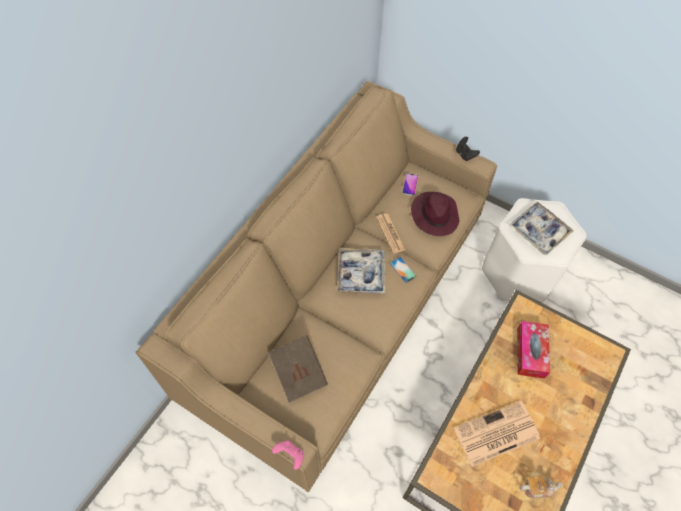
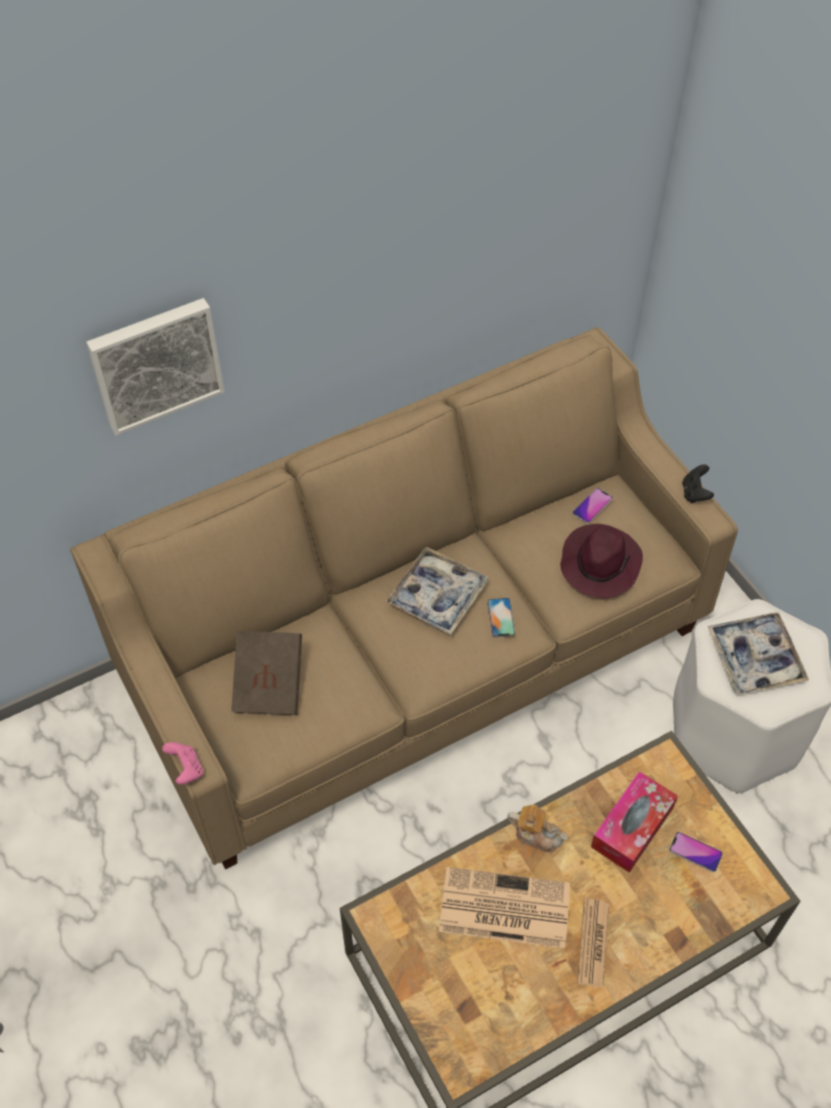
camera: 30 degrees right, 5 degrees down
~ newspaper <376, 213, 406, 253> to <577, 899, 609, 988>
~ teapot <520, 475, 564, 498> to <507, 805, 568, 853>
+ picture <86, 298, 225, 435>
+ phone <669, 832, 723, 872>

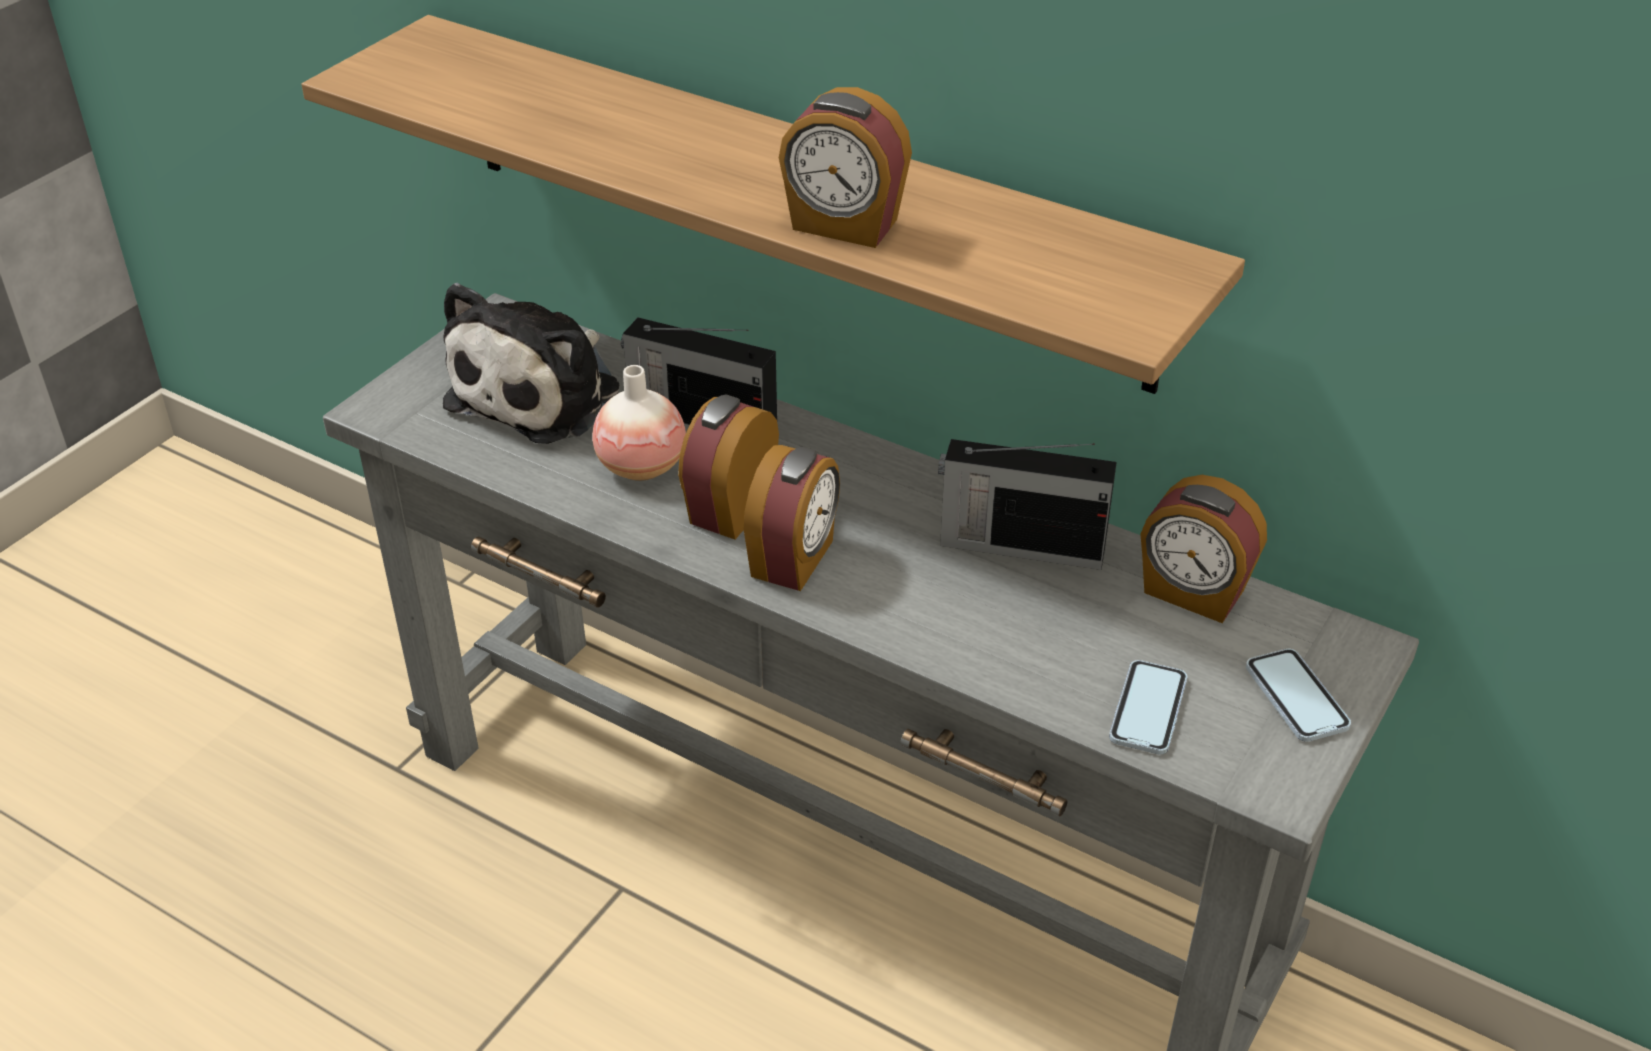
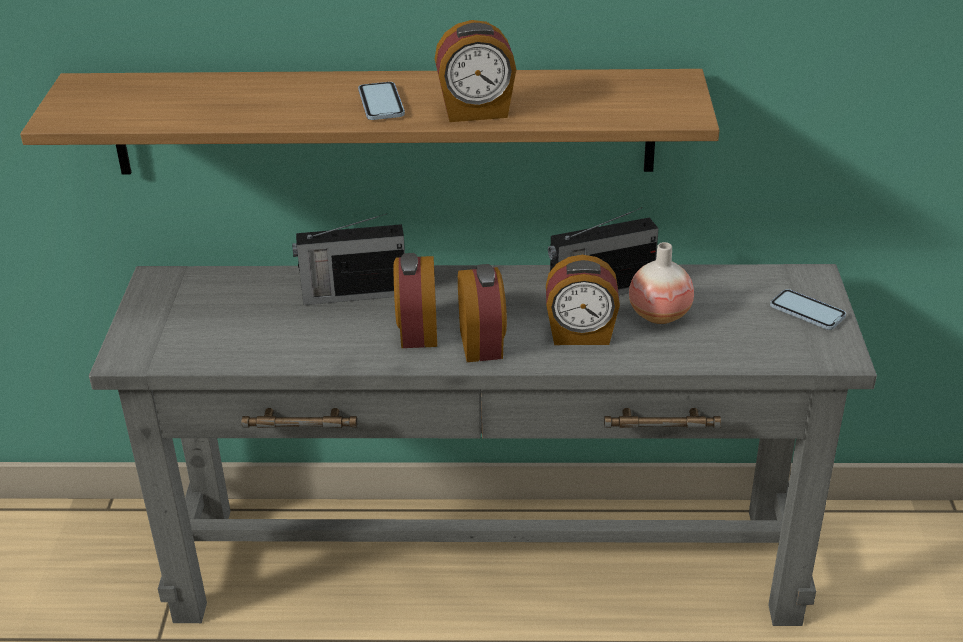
camera: 30 degrees left, 5 degrees down
- plush toy <443, 282, 619, 444>
~ vase <593, 365, 686, 481> to <629, 242, 694, 324>
~ phone <1109, 660, 1187, 754> to <358, 82, 405, 120>
~ alarm clock <1140, 475, 1267, 623> to <546, 255, 620, 345>

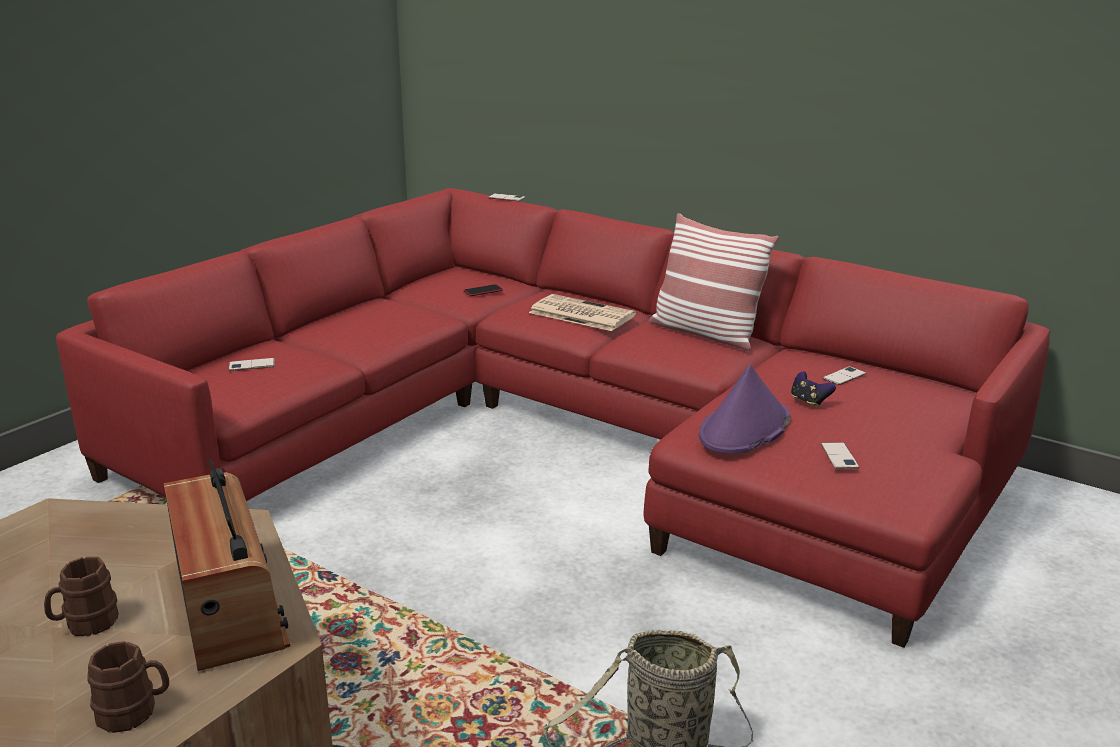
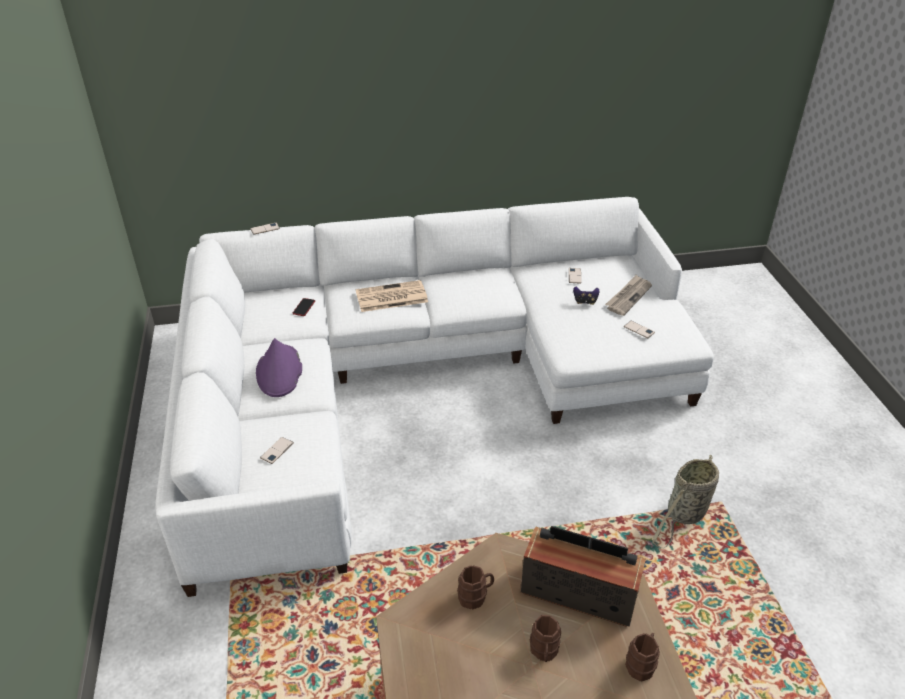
camera: 45 degrees left, 15 degrees up
~ sofa/red <56, 188, 1050, 648> to sofa/white <155, 197, 714, 597>
- pillow <649, 213, 779, 351>
~ hat/purple <699, 365, 790, 454> to <256, 338, 302, 397>
+ mug/brown <457, 565, 494, 609>
+ newspaper <605, 275, 652, 316>

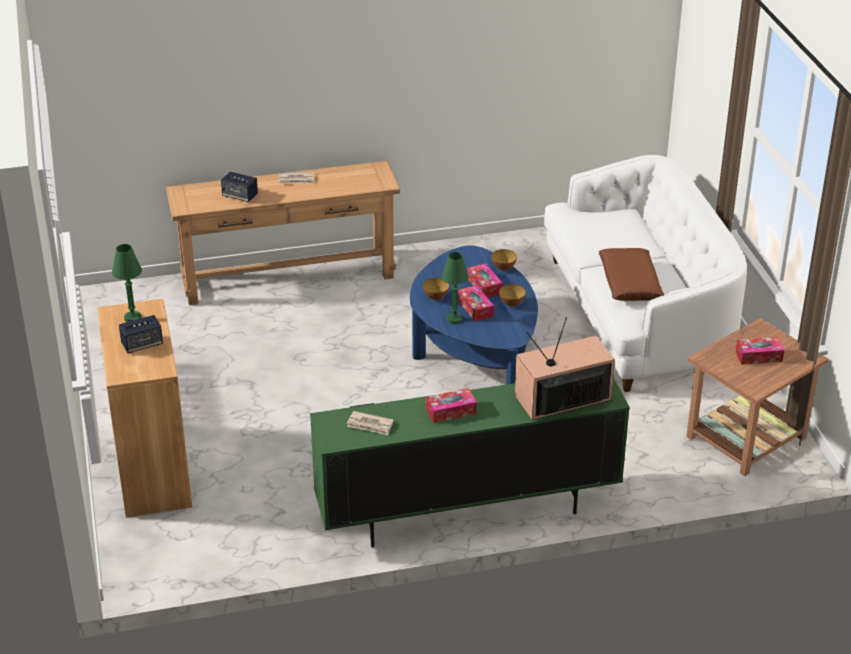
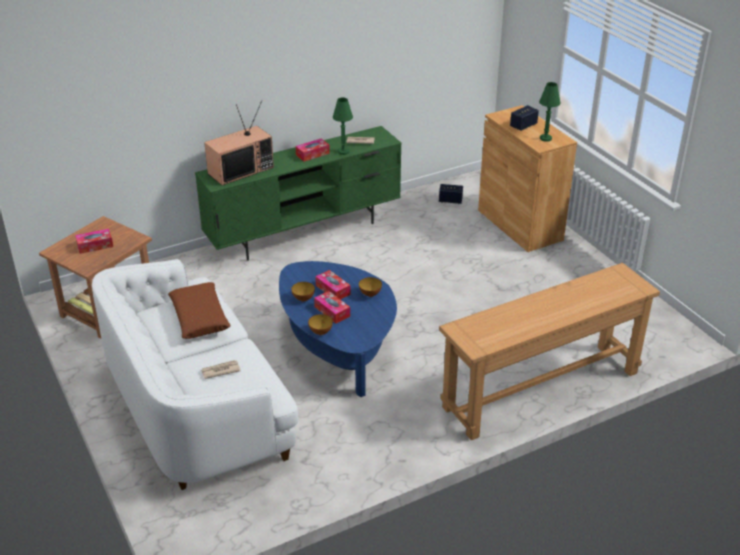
camera: 165 degrees right, 0 degrees up
~ speaker <221, 172, 258, 202> to <439, 184, 463, 204>
~ newspaper <279, 172, 314, 184> to <201, 360, 241, 379>
~ table lamp/green <442, 252, 469, 324> to <333, 97, 353, 155>

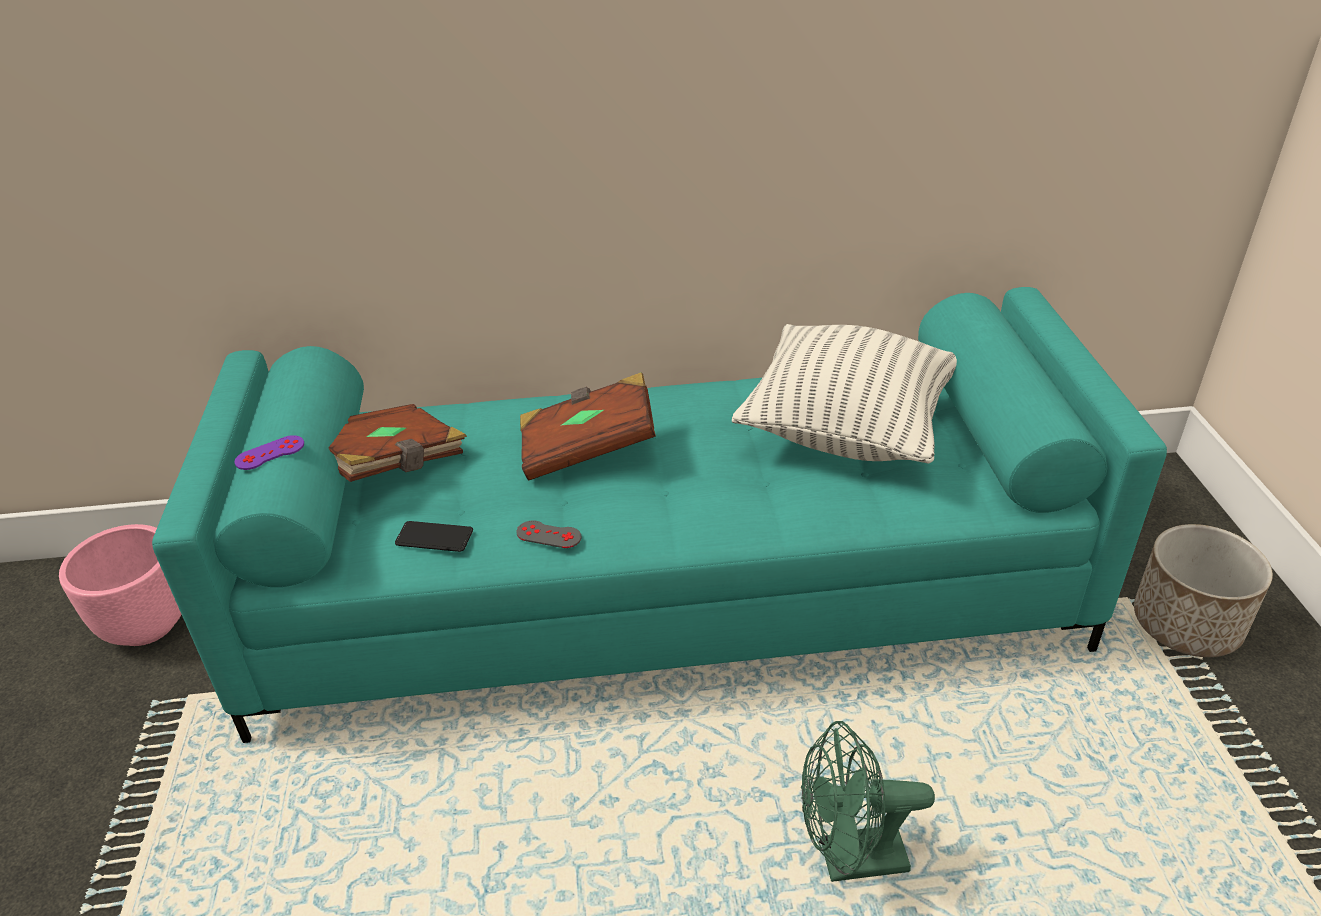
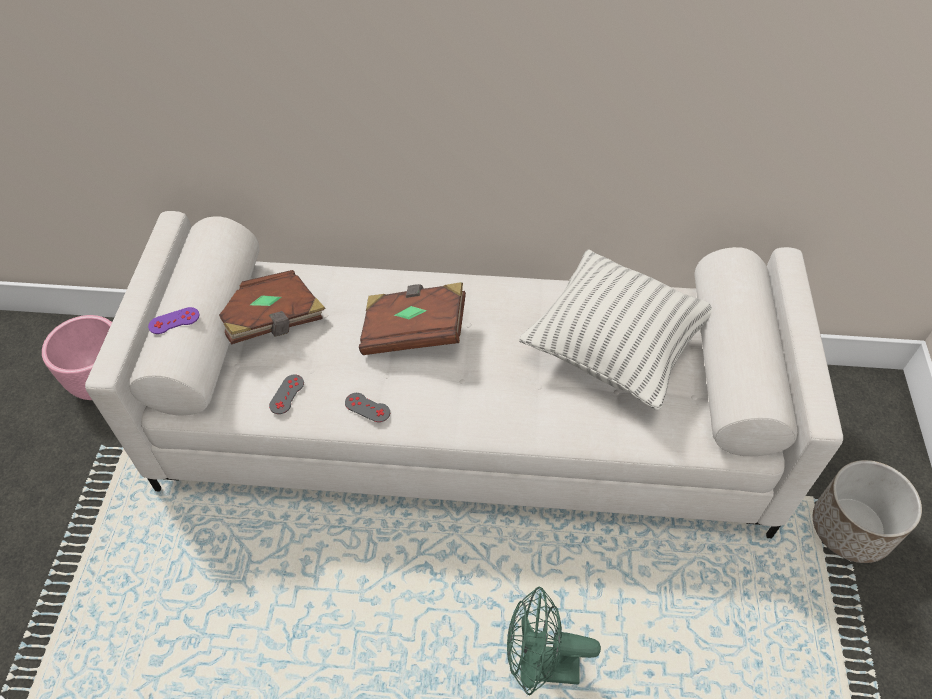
camera: 10 degrees right, 15 degrees up
~ sofa/turquoise <152, 287, 1167, 743> to sofa/white <85, 211, 843, 538>
~ phone <395, 521, 473, 552> to game controller/grey <269, 375, 304, 414>

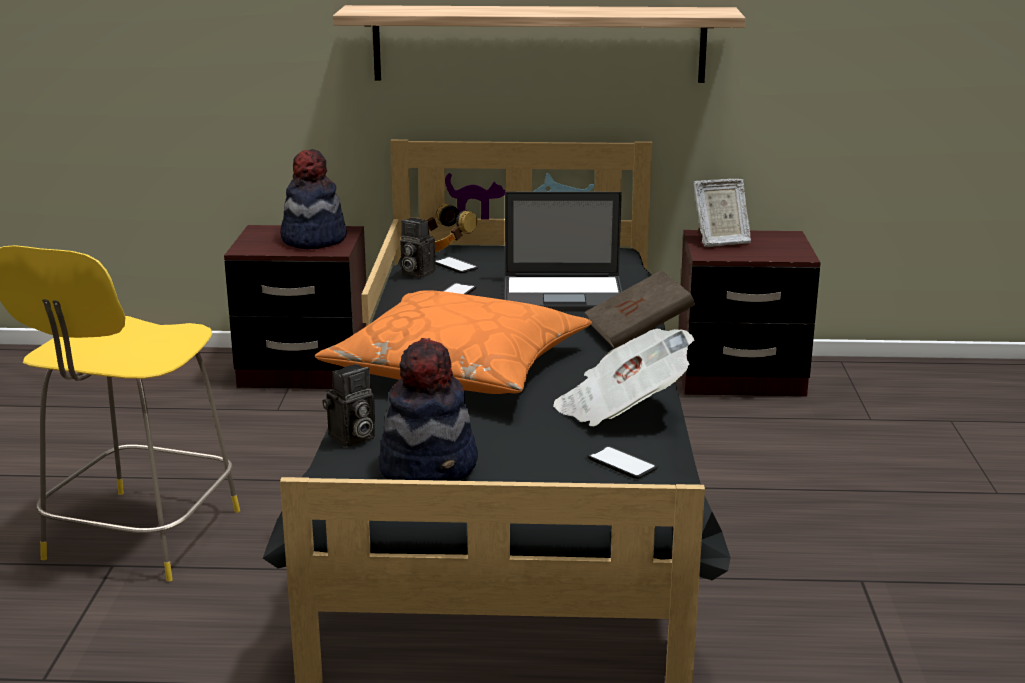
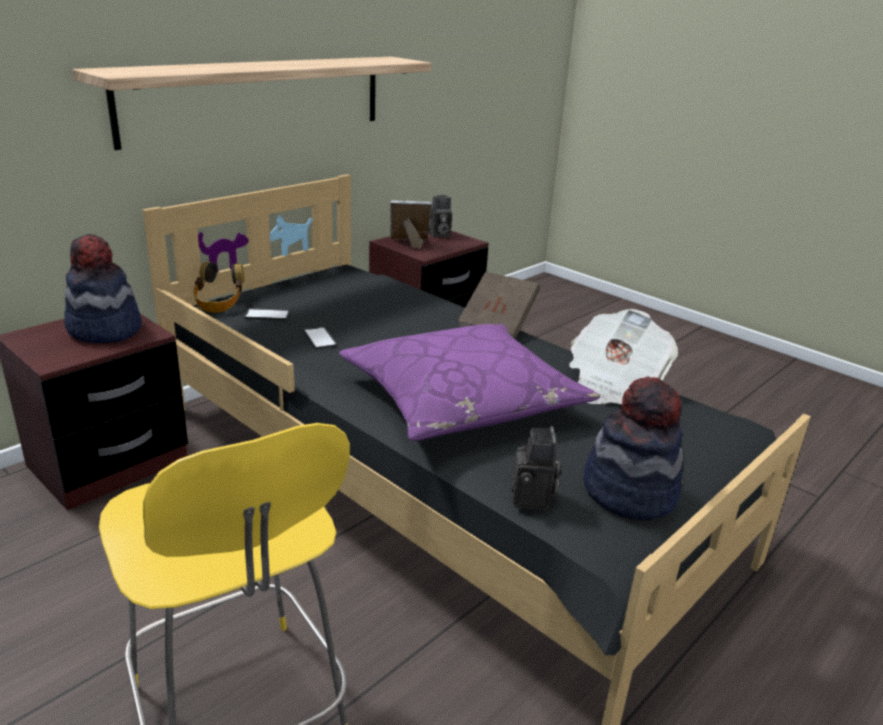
camera: 50 degrees left, 5 degrees up
~ pillow/orange <315, 290, 592, 394> to pillow/purple <339, 324, 600, 441>
~ photo camera <400, 218, 436, 278> to <429, 195, 452, 238>
- laptop <505, 192, 622, 312>
- phone <587, 445, 658, 479>
~ picture frame <693, 179, 751, 247> = <390, 200, 432, 249> 120 degrees counterclockwise

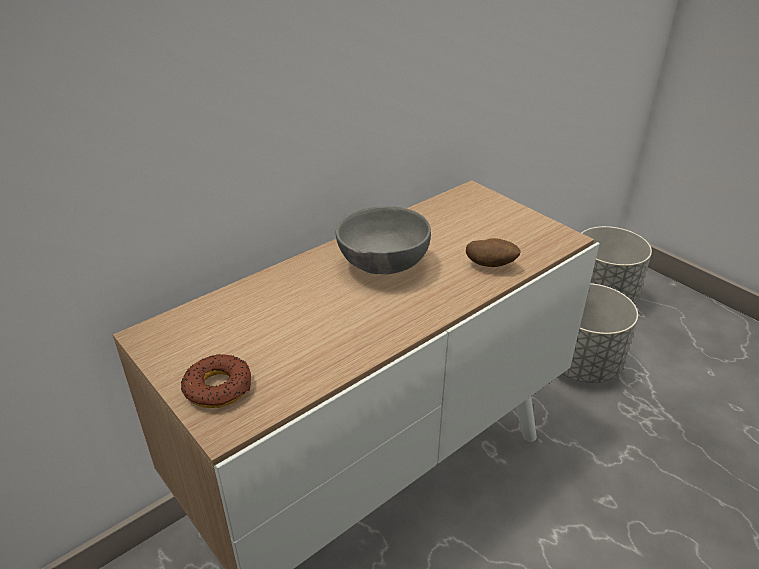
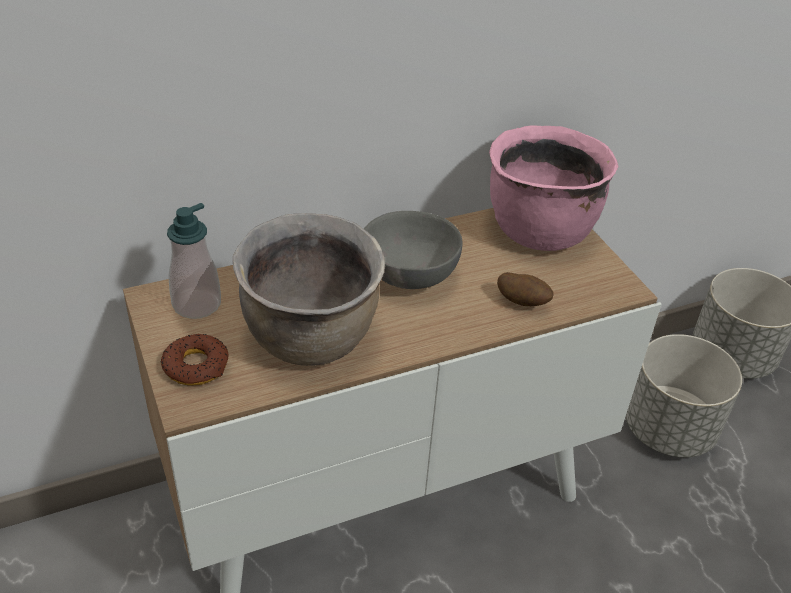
camera: 15 degrees right, 5 degrees up
+ soap dispenser <167, 203, 221, 319>
+ cooking pot/brown <233, 213, 385, 366>
+ cooking pot/pink <489, 125, 619, 251>

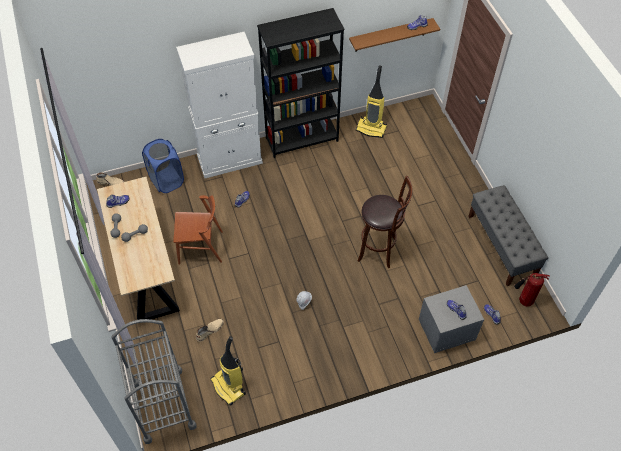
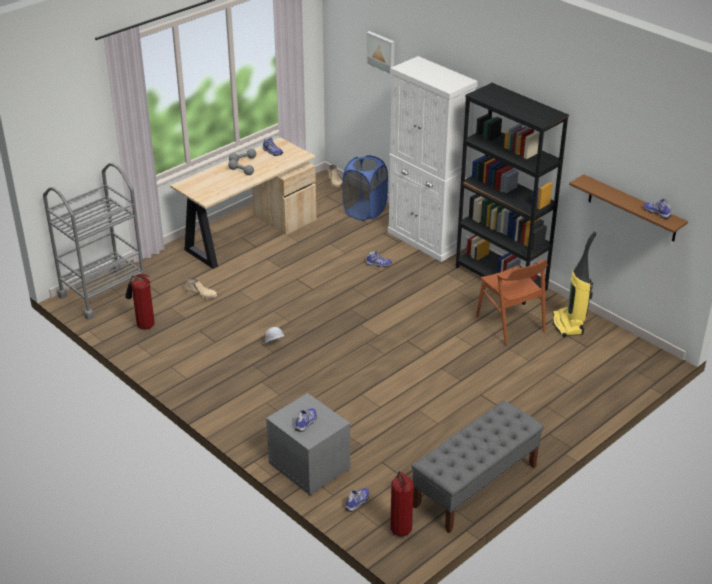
camera: 65 degrees right, 20 degrees down
~ chair/brown <173, 195, 223, 265> to <476, 259, 548, 346>
~ vacuum cleaner <211, 336, 246, 406> to fire extinguisher <125, 274, 155, 330>
- stool/brown <358, 176, 413, 269>
+ picture <366, 31, 395, 76>

